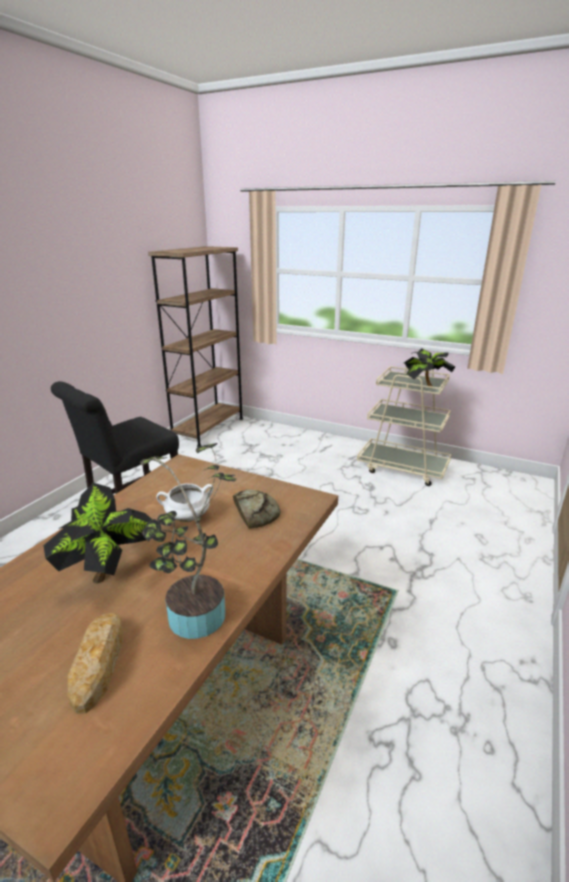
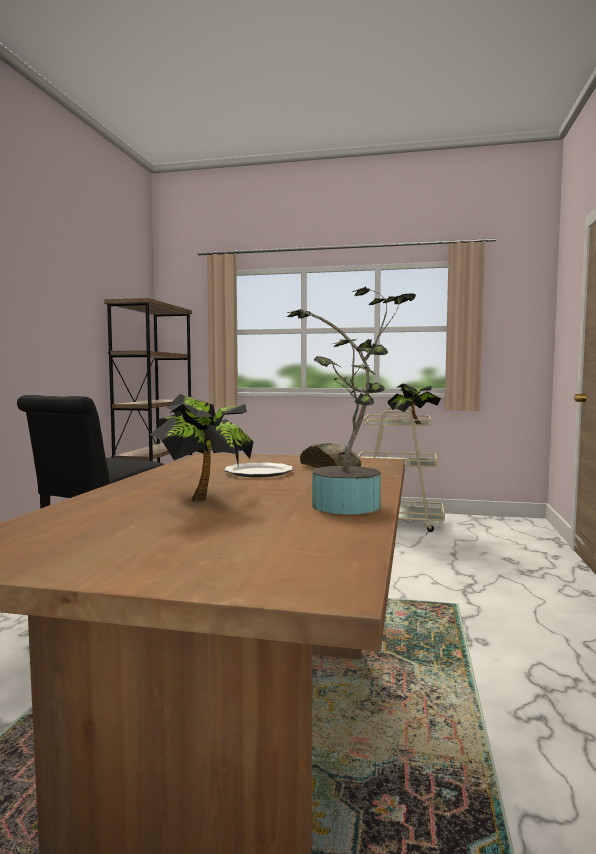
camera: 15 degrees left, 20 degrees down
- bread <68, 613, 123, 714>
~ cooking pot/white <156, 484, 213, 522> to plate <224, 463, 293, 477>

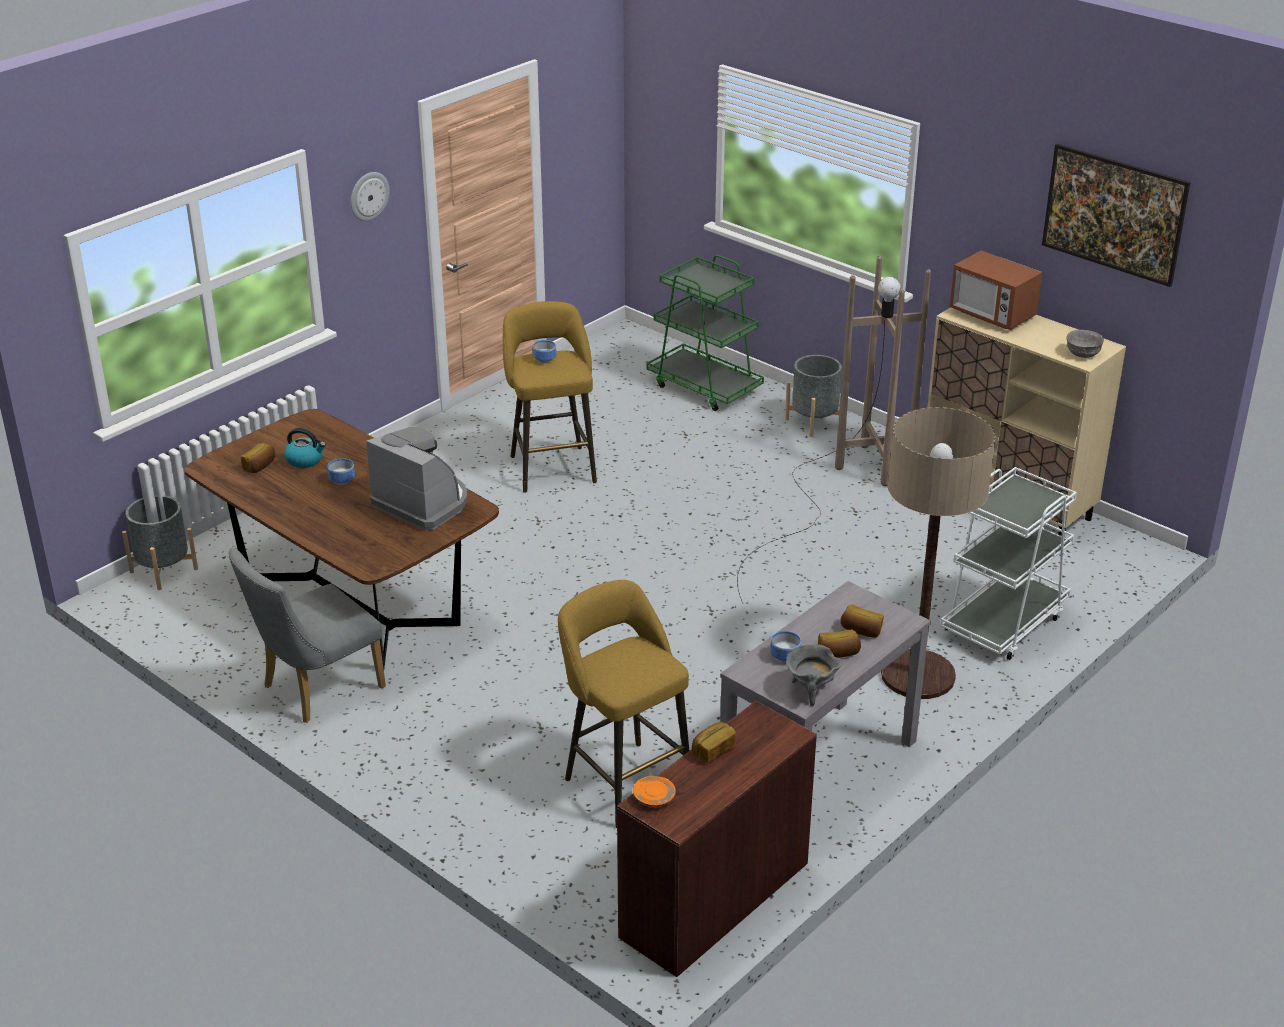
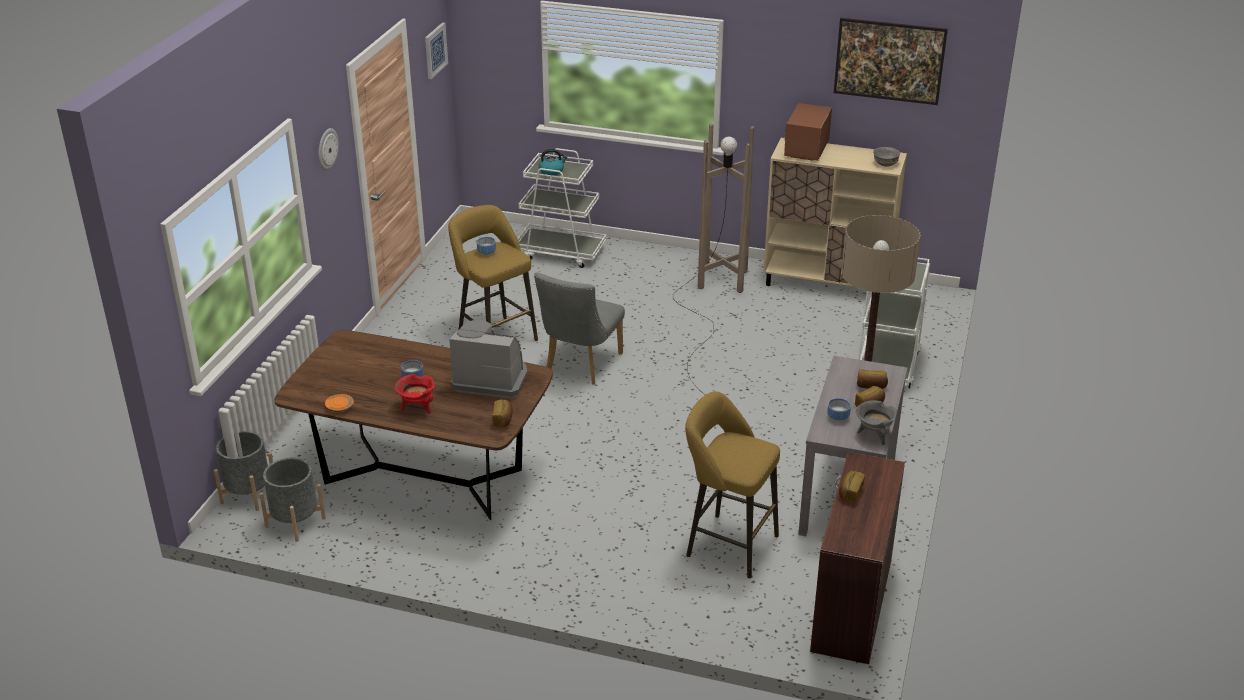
camera: 25 degrees left, 0 degrees up
~ chair/grey <228, 548, 386, 723> to <534, 272, 625, 385>
~ bread <241, 443, 275, 473> to <492, 400, 513, 428>
~ kettle <284, 428, 326, 468> to <539, 149, 567, 175>
~ plate/orange <633, 776, 676, 807> to <325, 394, 354, 412>
~ cart/green <646, 255, 764, 411> to cart/white <517, 148, 606, 268>
~ planter/grey <785, 355, 842, 437> to <259, 458, 326, 542>
~ microwave <950, 250, 1042, 330> = <784, 103, 832, 161> 90 degrees clockwise
+ cooking pot/red <394, 374, 435, 414>
+ picture <425, 22, 448, 79>

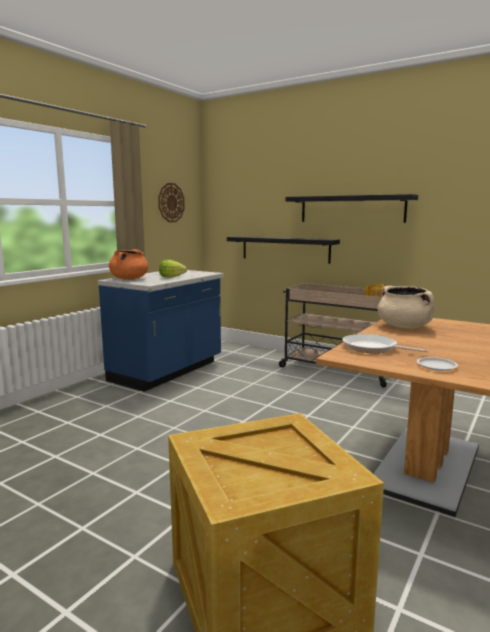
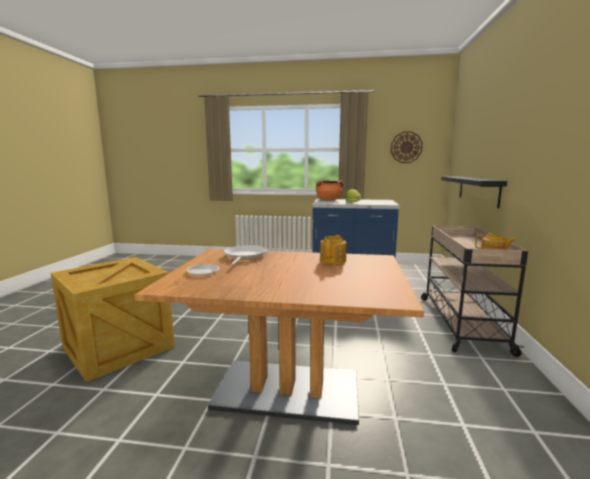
camera: 65 degrees right, 0 degrees up
- shelf/black <285, 194, 418, 223>
~ cooking pot/beige <377, 286, 435, 329> to teapot <320, 235, 347, 264>

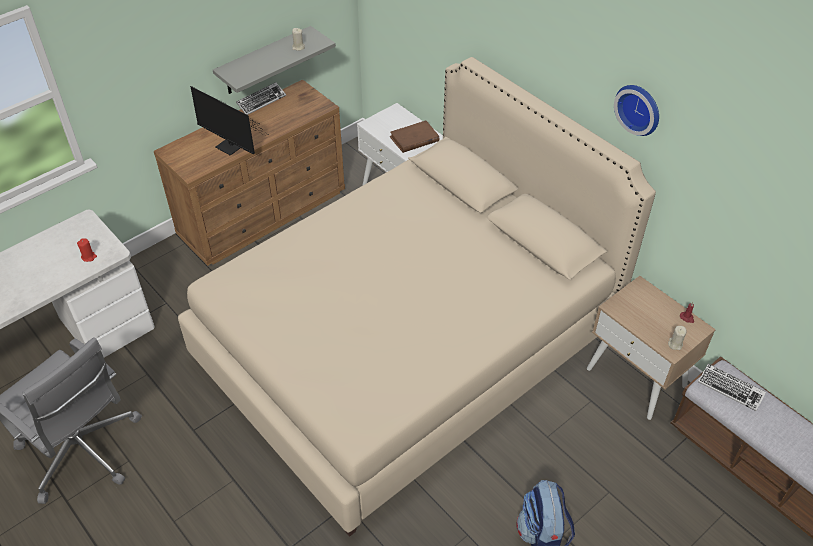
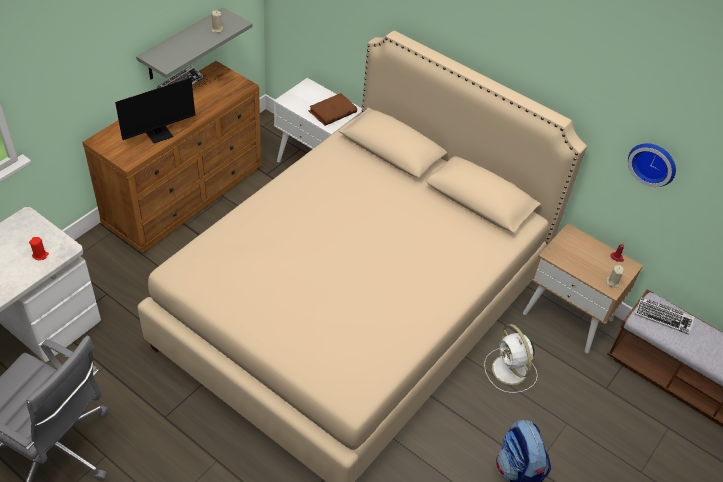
camera: 15 degrees left, 0 degrees up
~ monitor <190, 86, 267, 156> = <115, 76, 216, 143> 60 degrees counterclockwise
~ wall clock <614, 85, 659, 136> to <628, 143, 676, 187>
+ fan/white <484, 324, 538, 393>

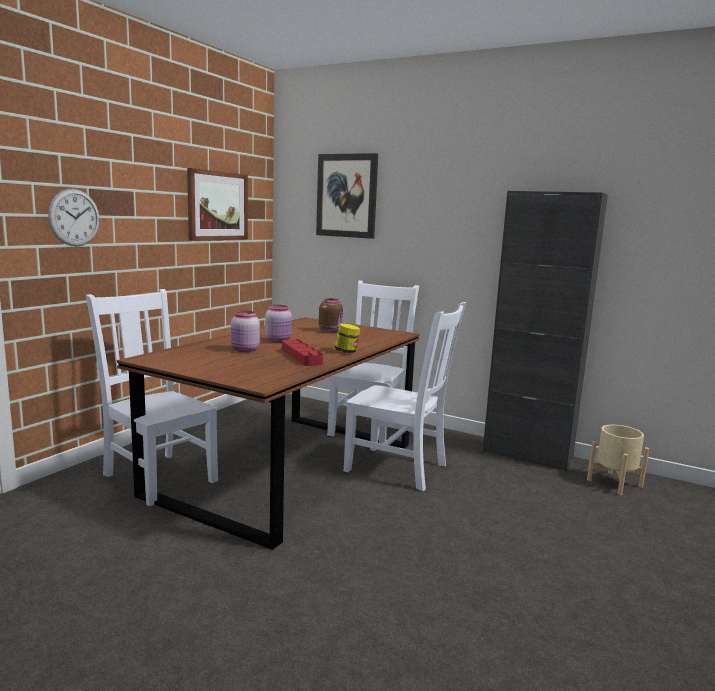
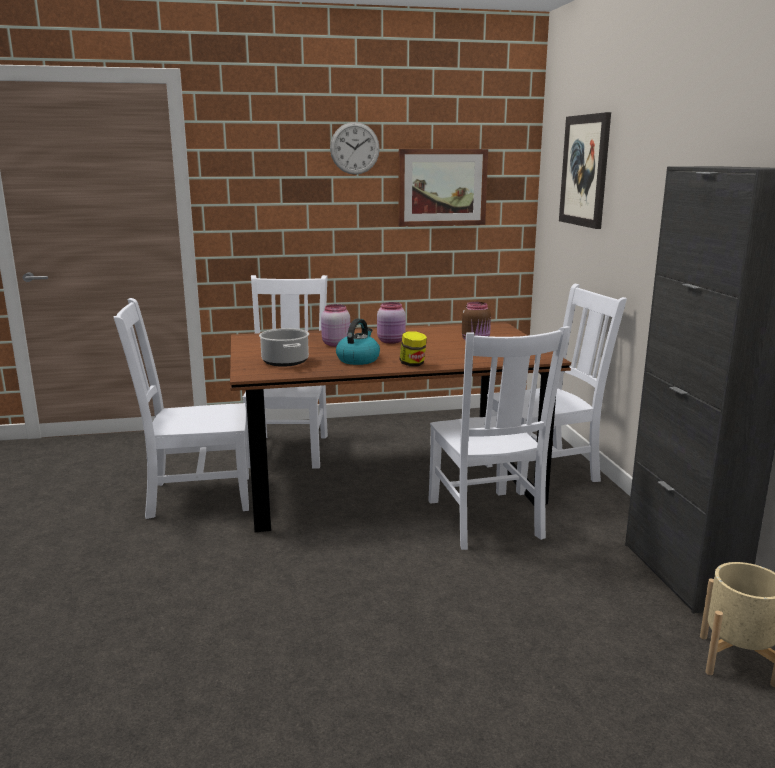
camera: 50 degrees right, 5 degrees up
~ wall clock <48, 189, 100, 247> to <330, 122, 380, 175>
~ tray/red <282, 339, 323, 366> to kettle <336, 318, 380, 365>
+ chair/white <114, 298, 249, 519>
+ cooking pot <259, 328, 309, 367>

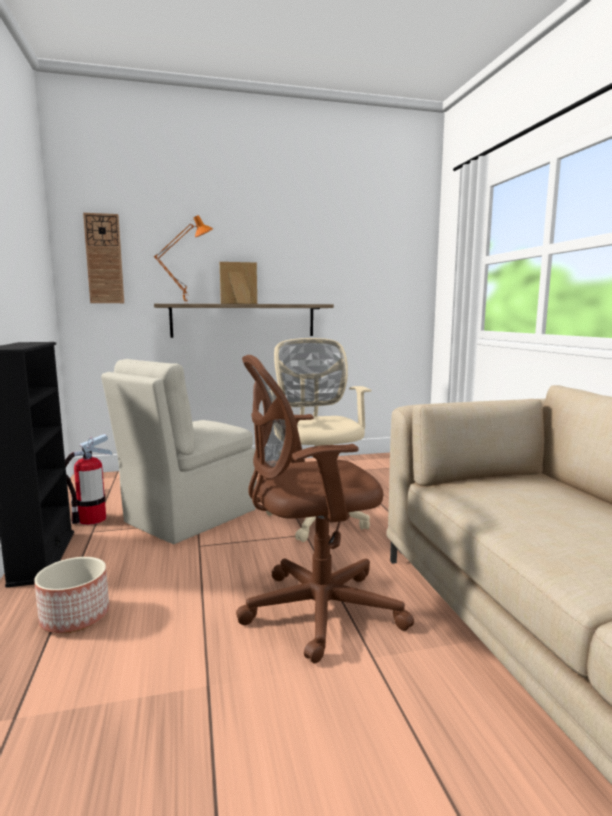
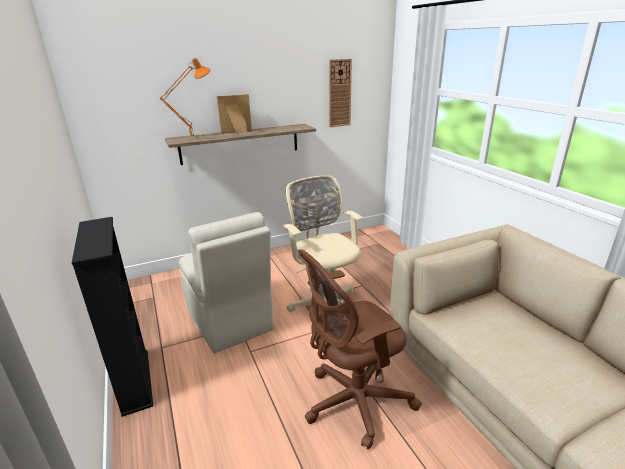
camera: 10 degrees left, 15 degrees up
- planter <34, 557, 109, 633>
- fire extinguisher <65, 434, 112, 525>
~ wall clock <83, 213, 124, 303> to <329, 59, 352, 127>
~ chair/beige <101, 359, 257, 544> = <179, 212, 274, 353> 60 degrees counterclockwise

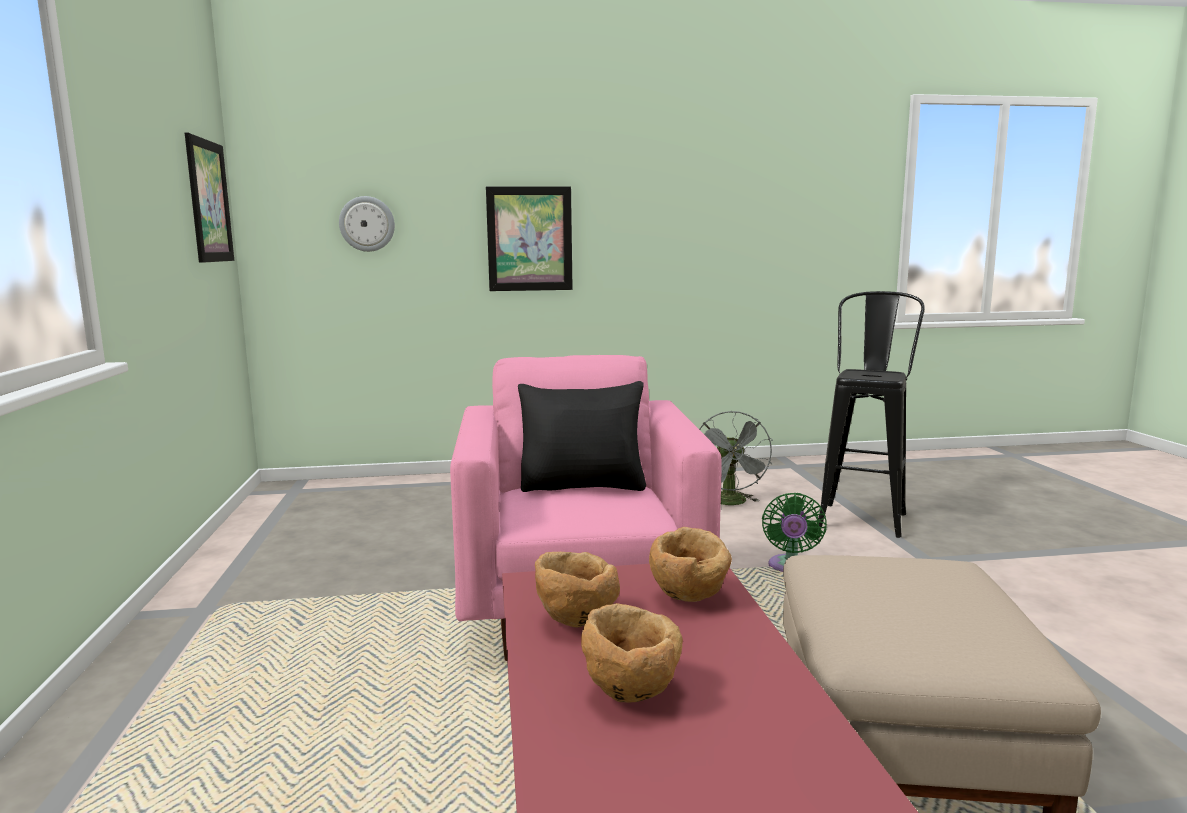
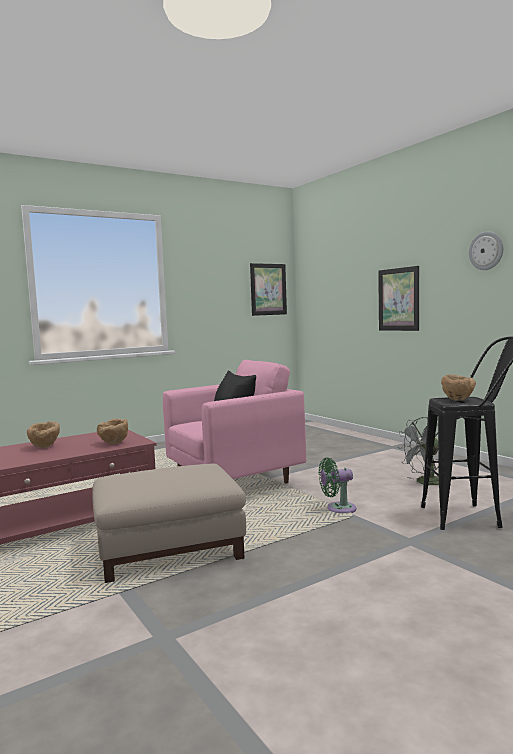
camera: 65 degrees right, 5 degrees down
~ wall clock <339, 196, 395, 252> to <469, 231, 503, 270>
~ bowl/brown <535, 552, 620, 628> to <441, 375, 476, 401>

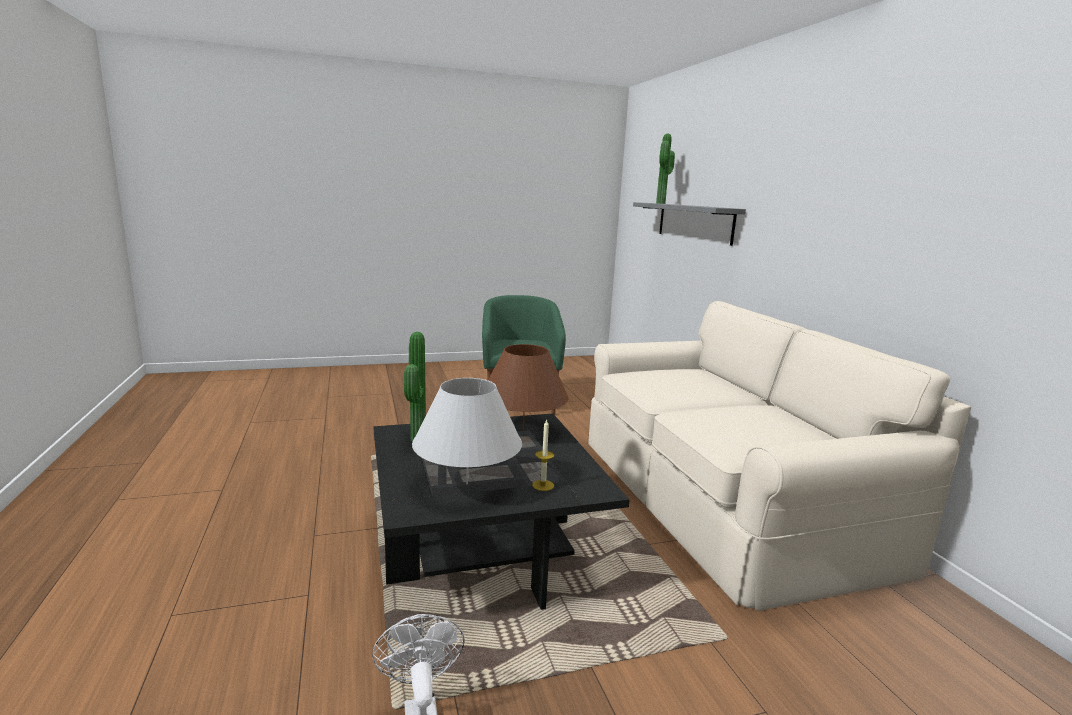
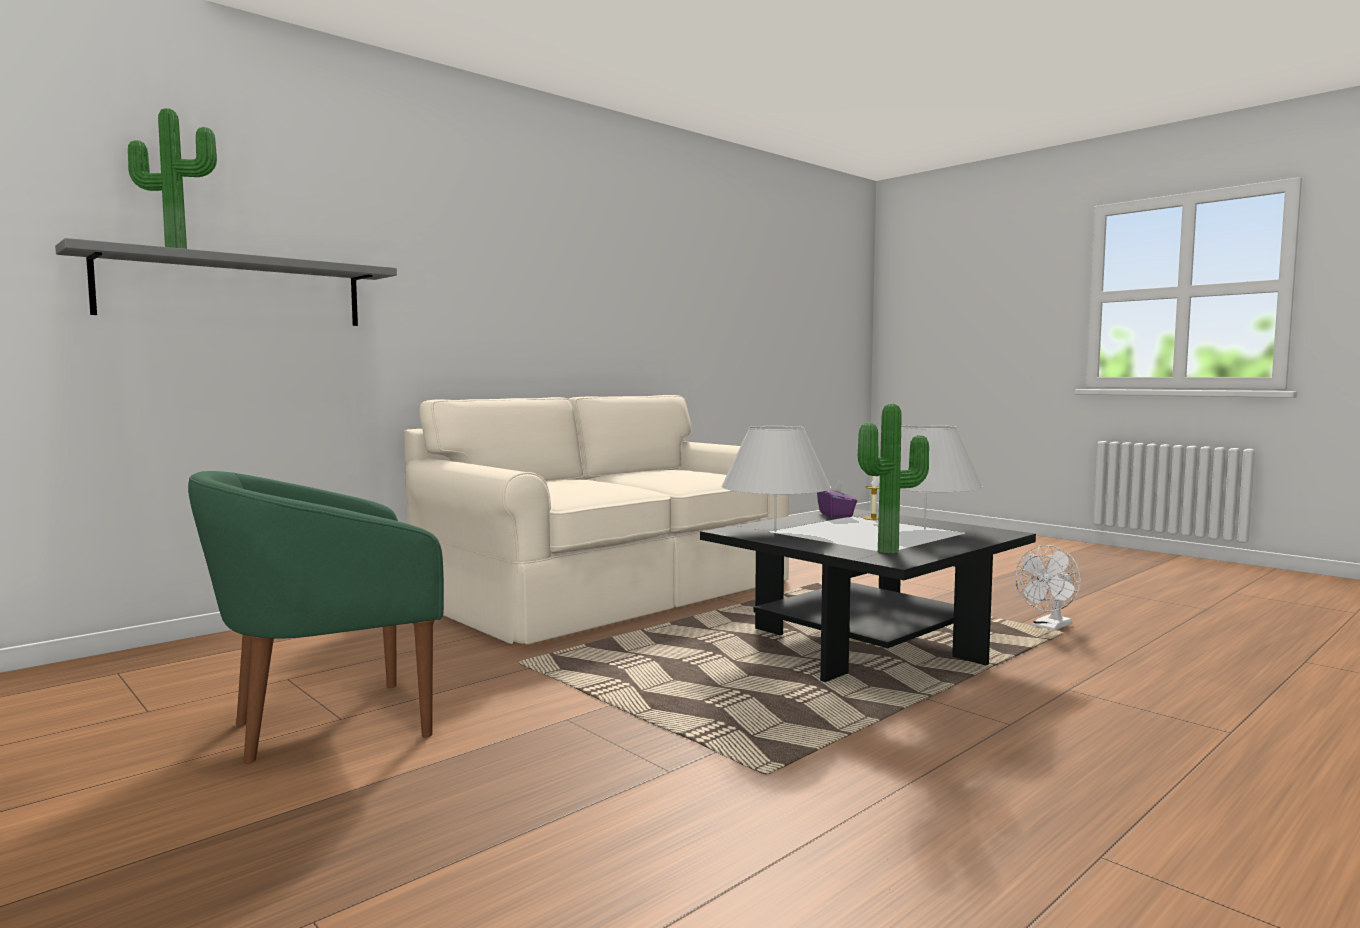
camera: 115 degrees left, 10 degrees down
~ table lamp/brown <488, 344, 568, 431> to table lamp/white <721, 426, 831, 532>
+ tissue box/purple <817, 480, 857, 518>

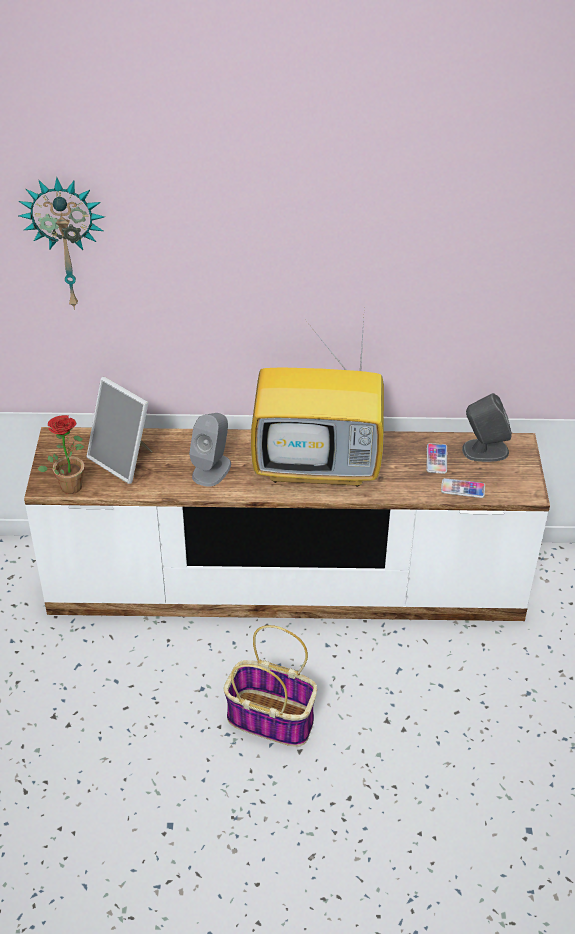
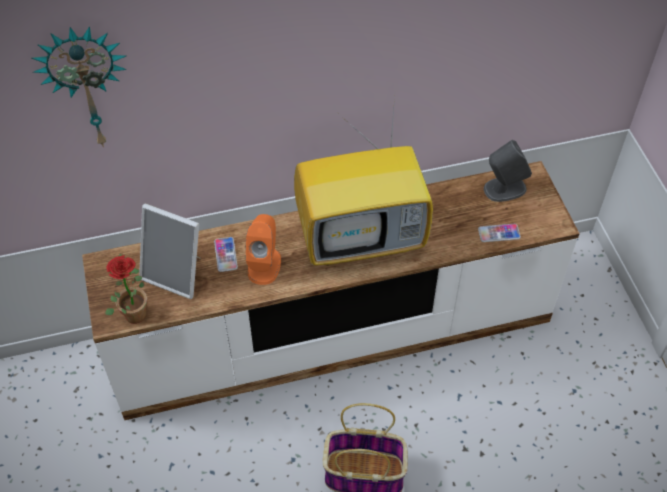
camera: 15 degrees left, 10 degrees up
~ speaker/grey <189, 413, 231, 487> to speaker/orange <246, 214, 281, 285>
~ phone <426, 443, 447, 474> to <214, 237, 238, 272>

